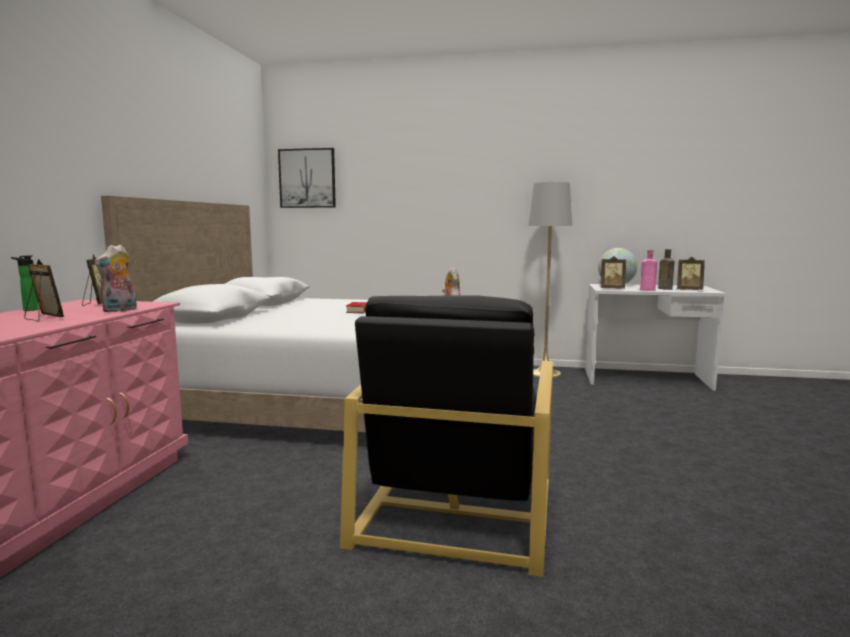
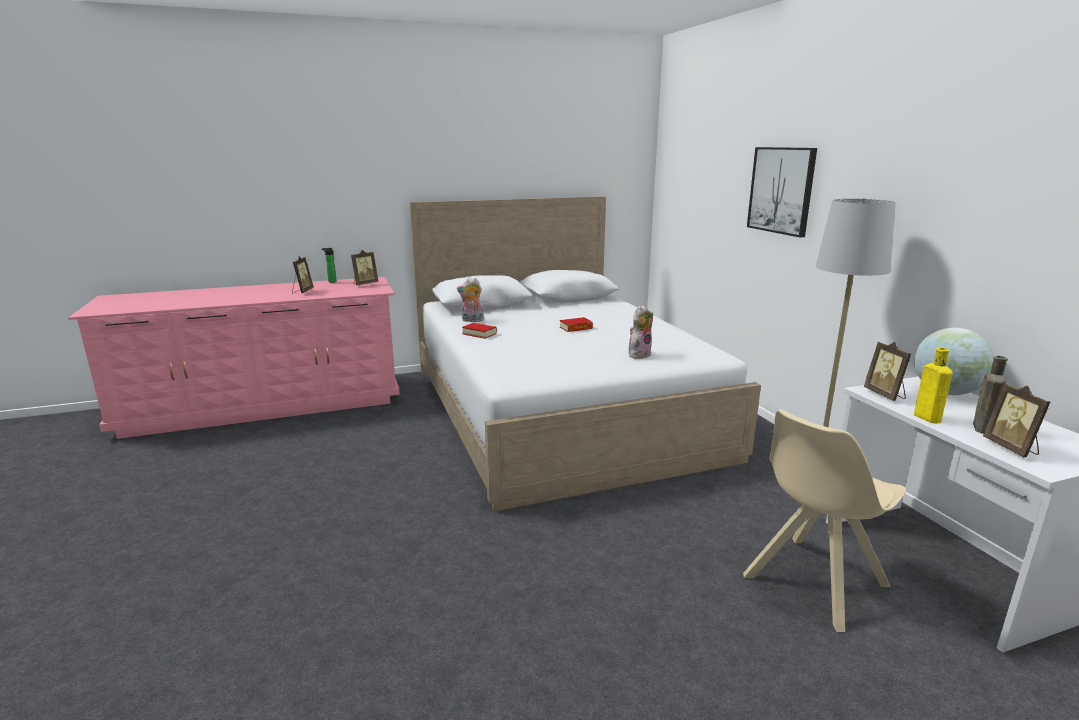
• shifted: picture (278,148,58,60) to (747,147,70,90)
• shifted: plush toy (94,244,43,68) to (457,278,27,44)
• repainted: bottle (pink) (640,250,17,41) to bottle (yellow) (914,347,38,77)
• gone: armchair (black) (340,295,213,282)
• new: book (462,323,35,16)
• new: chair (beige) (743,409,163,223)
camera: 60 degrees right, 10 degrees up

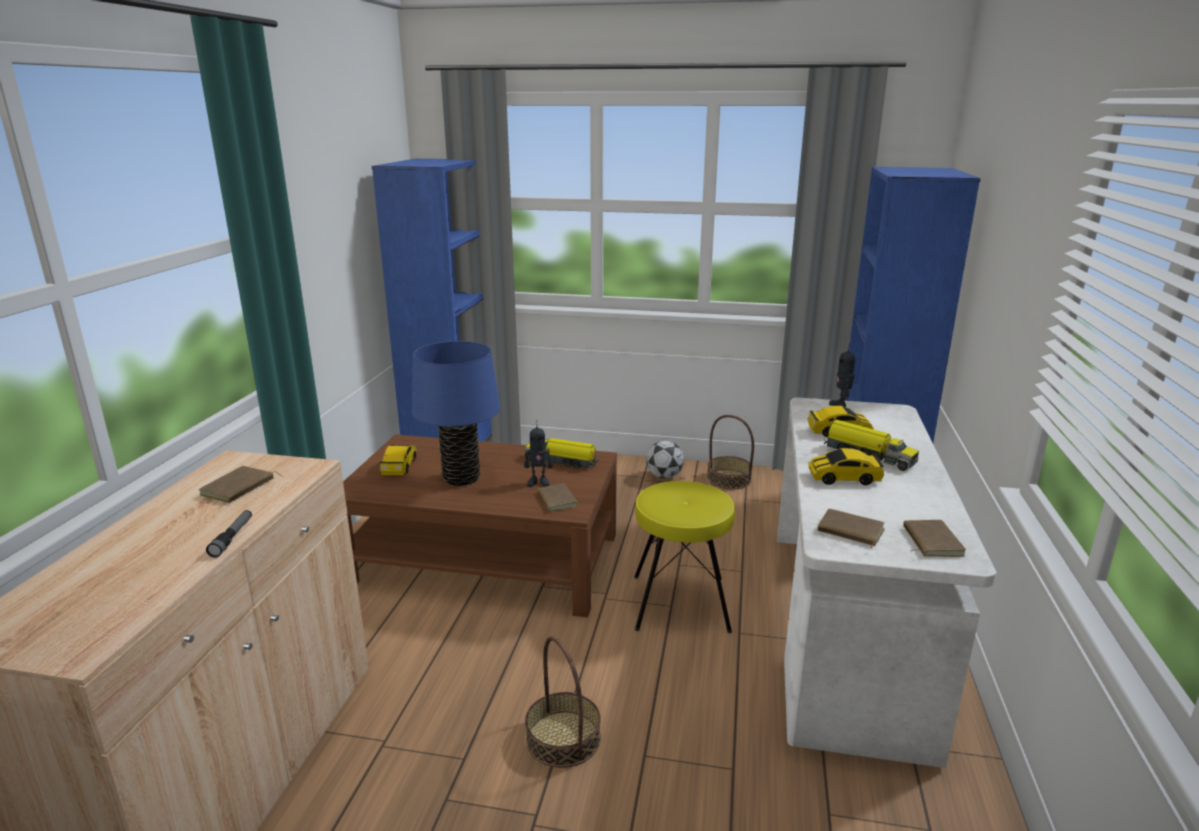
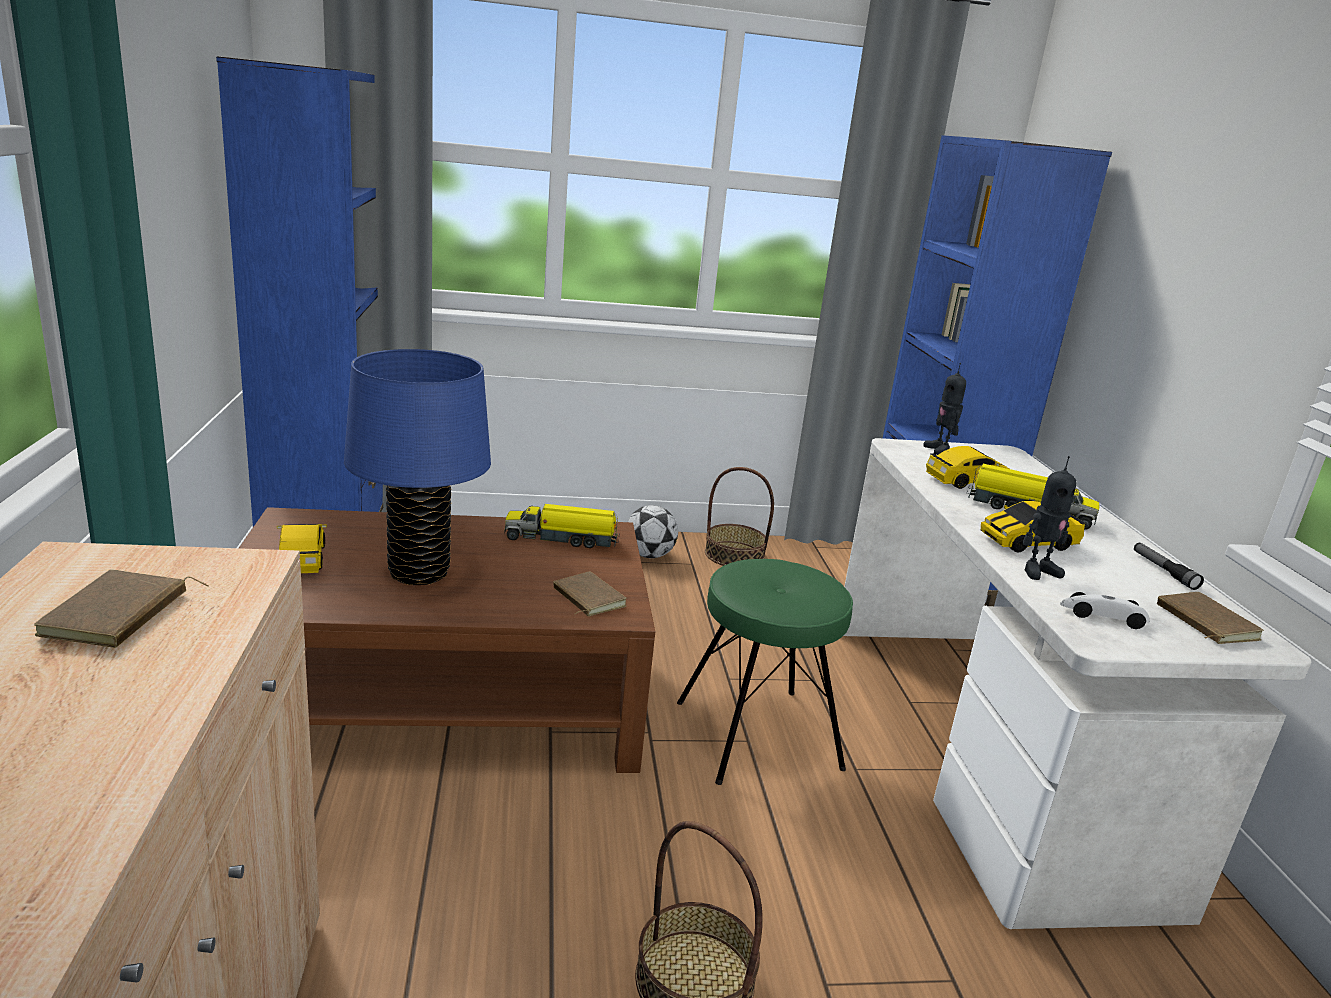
• shifted: toy robot (524,420,28,67) to (1022,456,54,124)
• repainted: stool (yellow) (634,481,101,152) to stool (green) (677,559,176,226)
• swapped: book (brown) (818,509,67,39) to toy car (1060,592,90,37)
• shifted: flashlight (206,510,46,48) to (1134,543,70,47)
camera: 20 degrees left, 0 degrees up

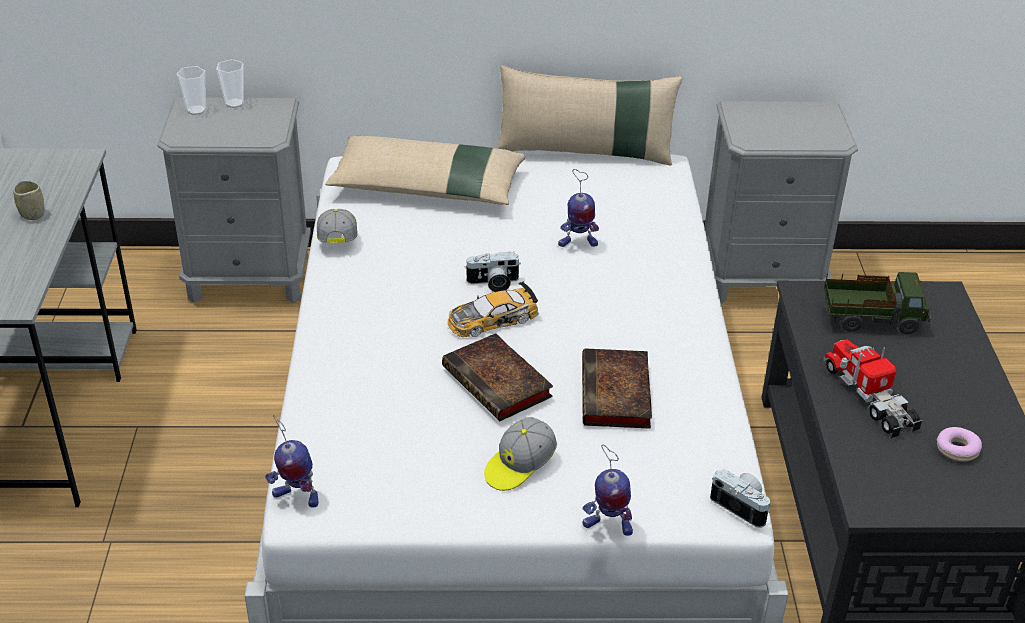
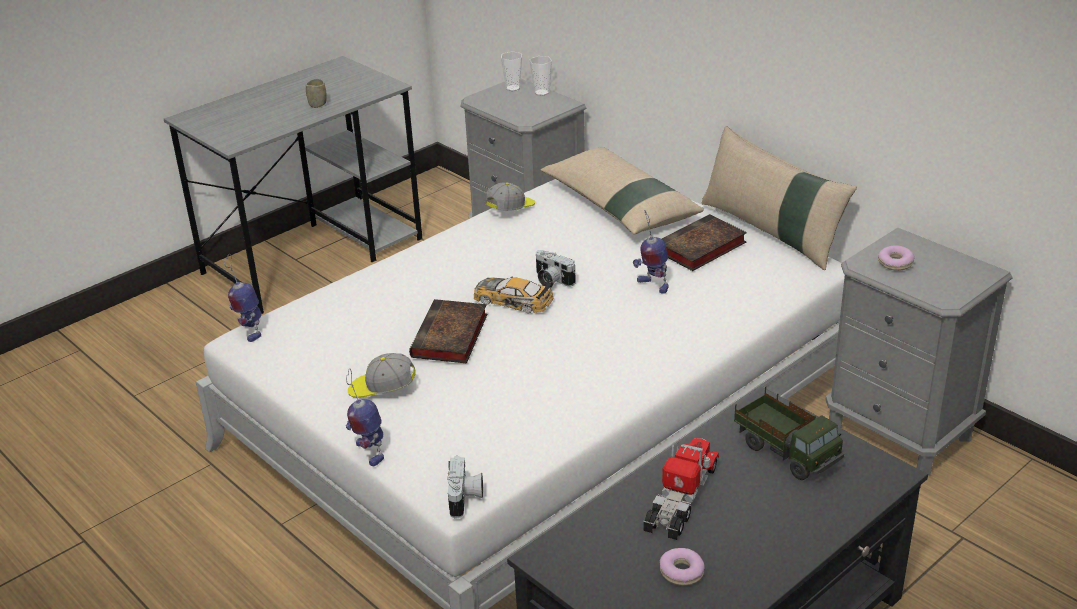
• shifted: book (582,348,70,81) to (662,214,85,57)
• new: donut (878,245,37,26)
camera: 50 degrees right, 5 degrees down

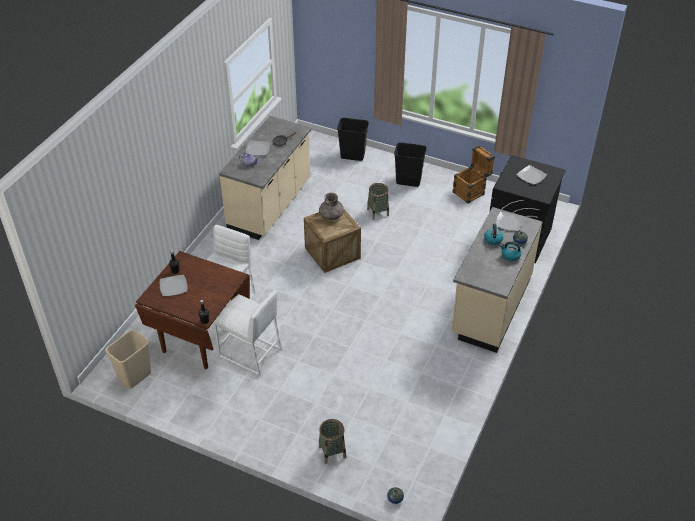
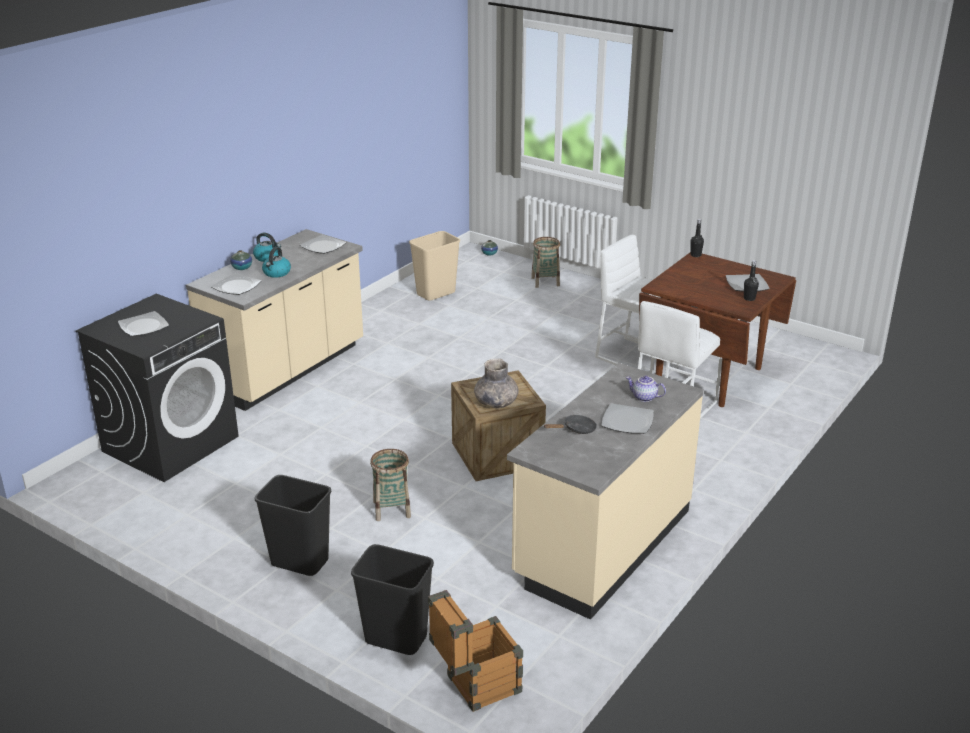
• shifted: crate (452,145,43,59) to (428,590,95,122)
• shifted: trash can (beige) (105,330,46,59) to (409,231,51,70)
• new: plate (300,235,46,19)
camera: 170 degrees left, 15 degrees down

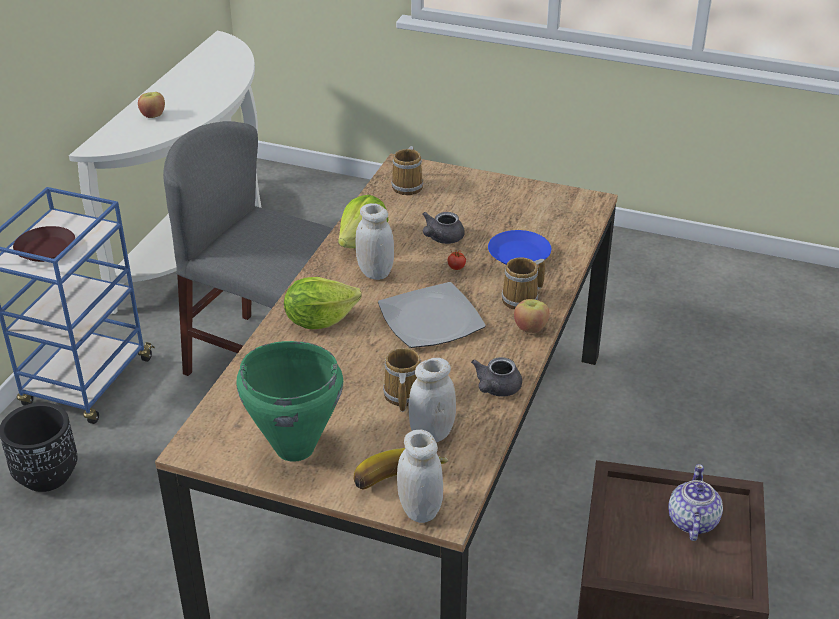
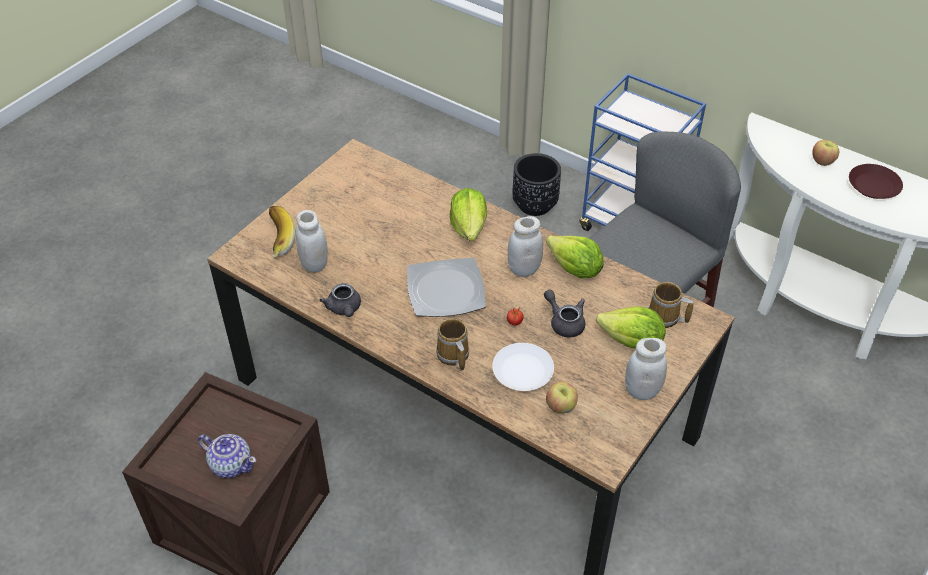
• shifted: plate (brown) (13,226,62,36) to (849,164,54,35)
• repainted: plate (blue) (488,230,63,34) to plate (white) (492,343,62,48)
• shifted: apple (514,299,36,34) to (546,381,32,33)
• gone: cooking pot (green) (236,341,107,121)
• gone: mug (383,348,38,64)
• rotated: teapot (grey) (471,357,51,40) = (320,283,41,34) 150 degrees counterclockwise
• shifted: jar (white) (397,430,46,93) to (625,338,42,62)
• new: lettuce (596,307,70,42)
camera: 105 degrees right, 10 degrees up

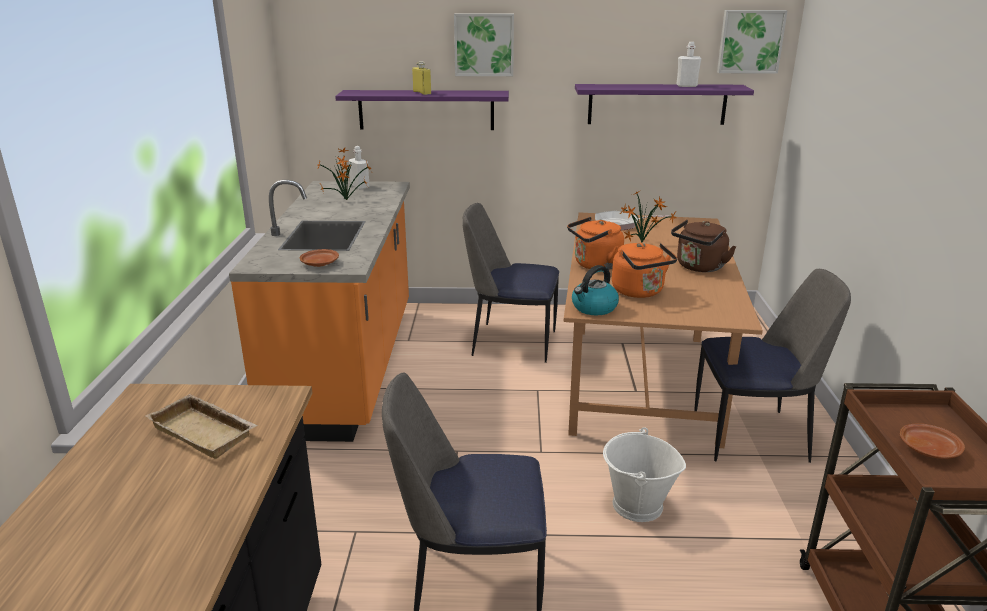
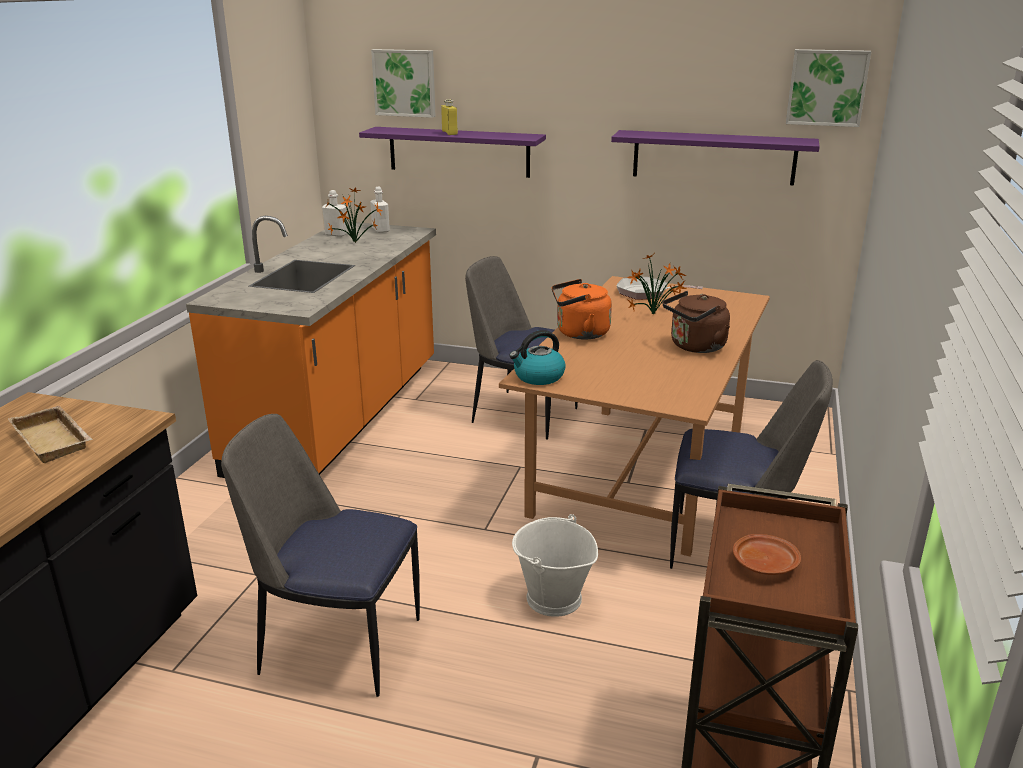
• shifted: picture (454,13,60,63) to (371,49,65,69)
• shifted: bottle (white) (677,42,24,45) to (322,190,25,47)
• gone: kettle (orange) (612,243,65,55)
• gone: plate (brown) (300,249,39,18)
camera: 15 degrees right, 0 degrees up

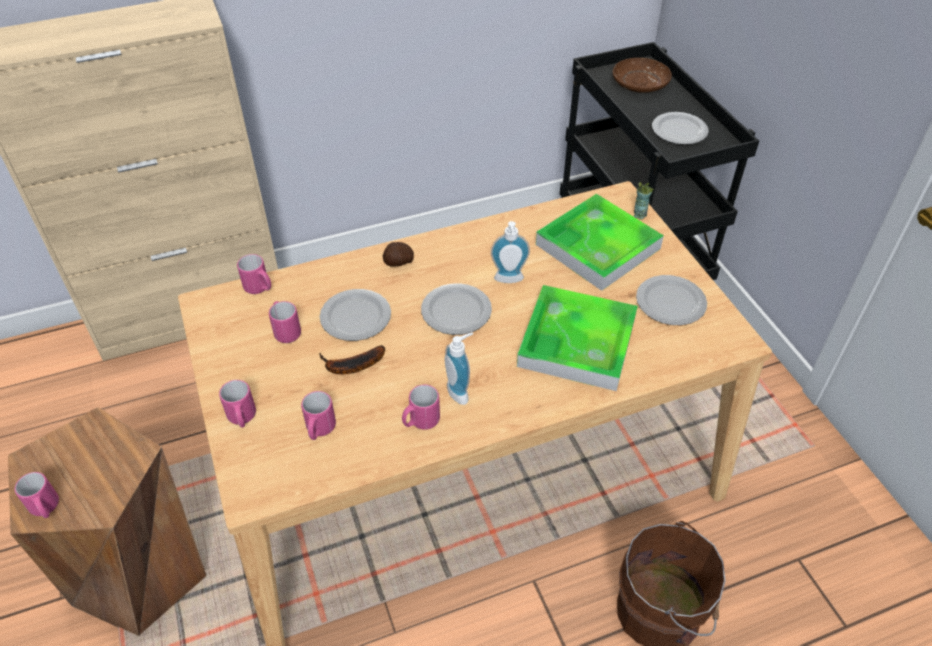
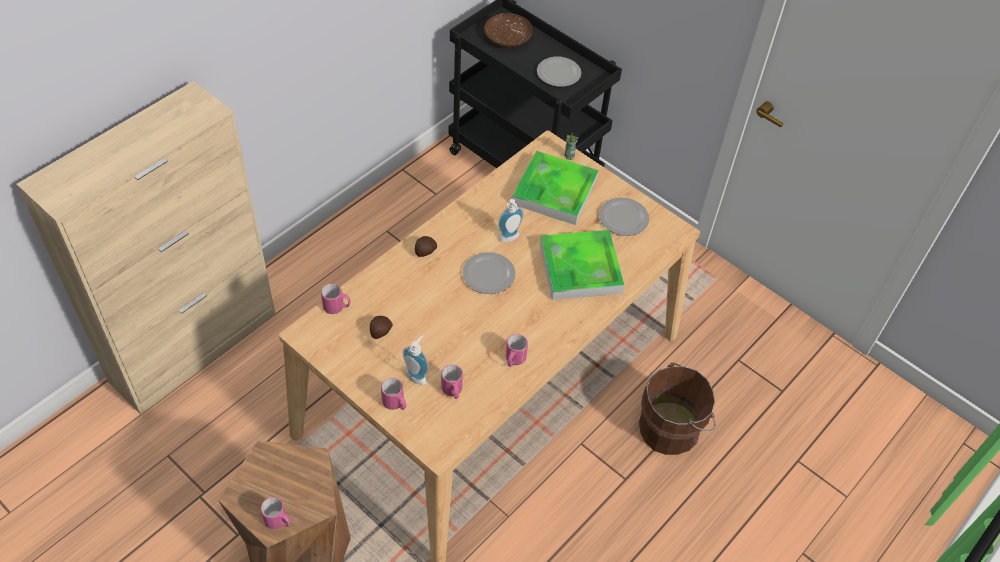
• gone: plate (320,289,71,52)
• swapped: mug (pink) (269,301,32,42) to potato (370,316,23,23)
• shifted: soap dispenser (445,332,28,73) to (403,335,26,50)
• gone: banana (319,345,66,29)
camera: 30 degrees left, 5 degrees up

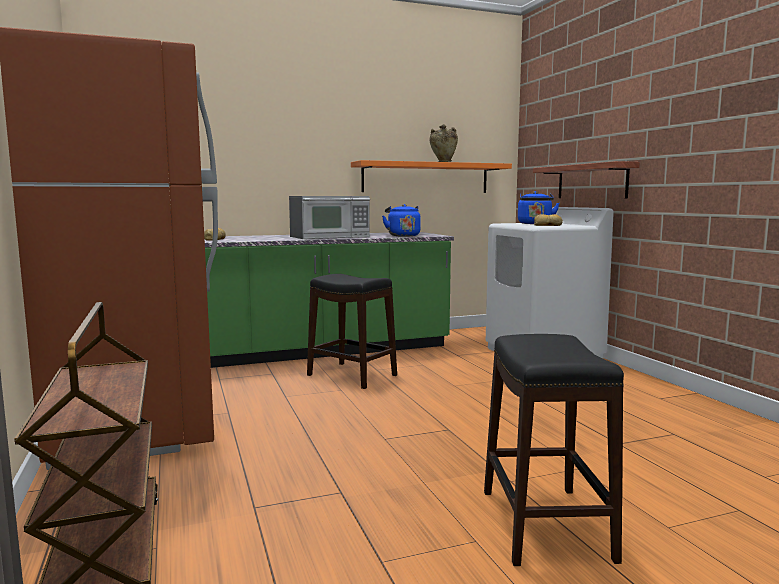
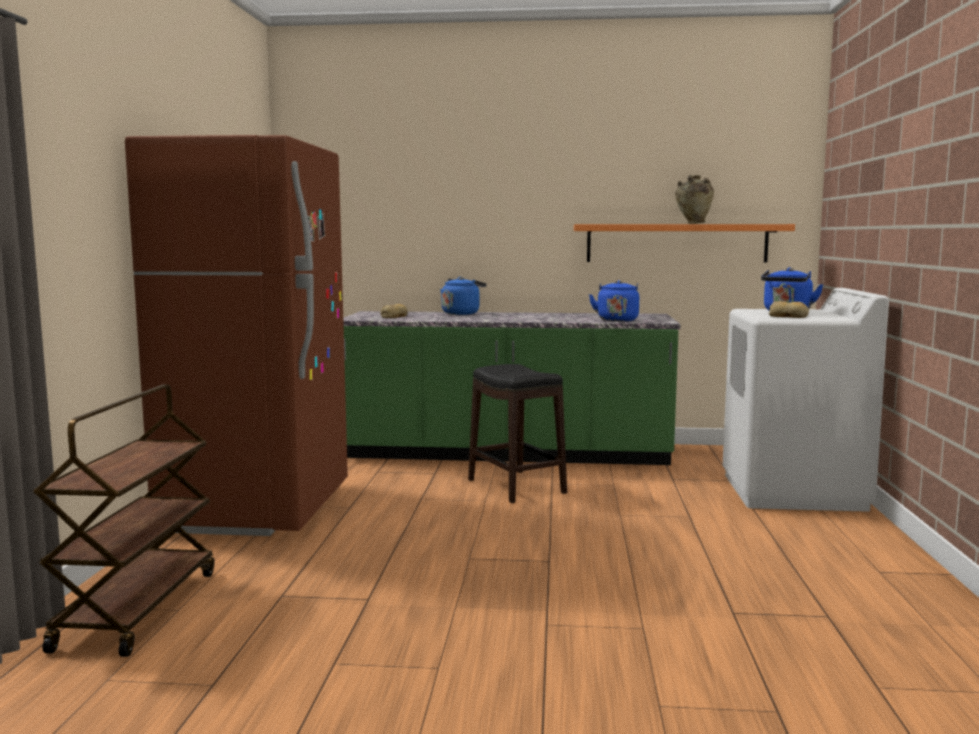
• gone: shelf (533,161,107,37)
• gone: microwave (289,196,81,43)
• gone: stool (black) (484,334,140,232)
• new: kettle (blue) (440,277,47,38)
camera: 25 degrees right, 0 degrees up

